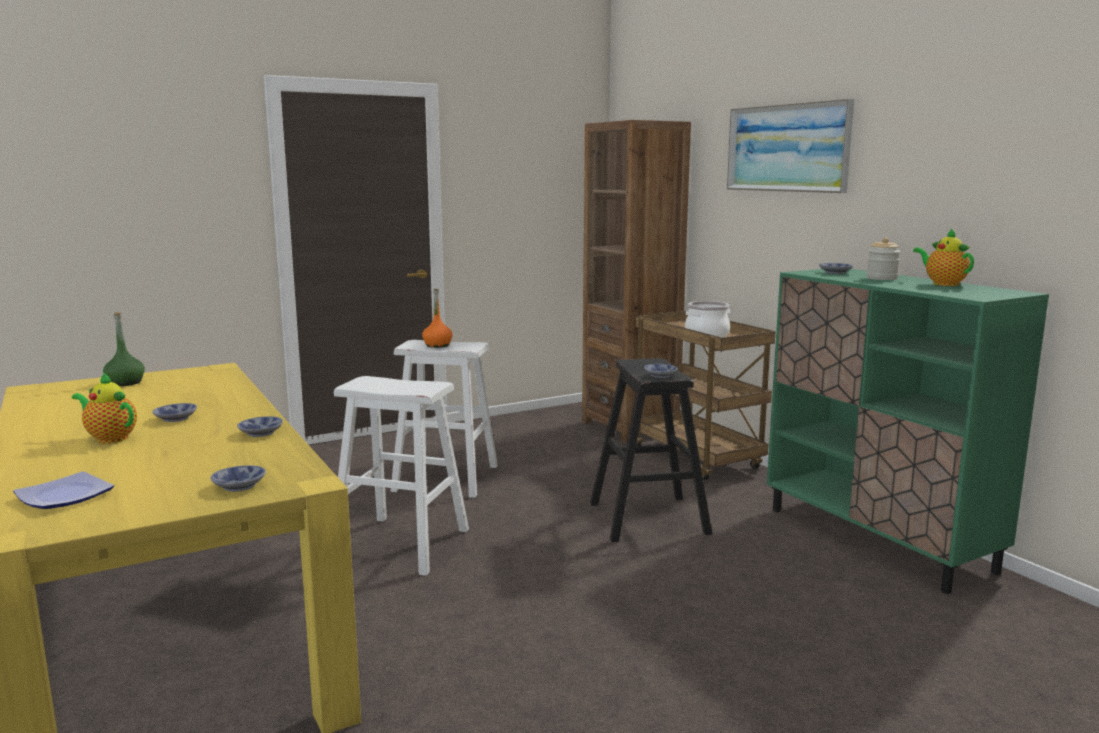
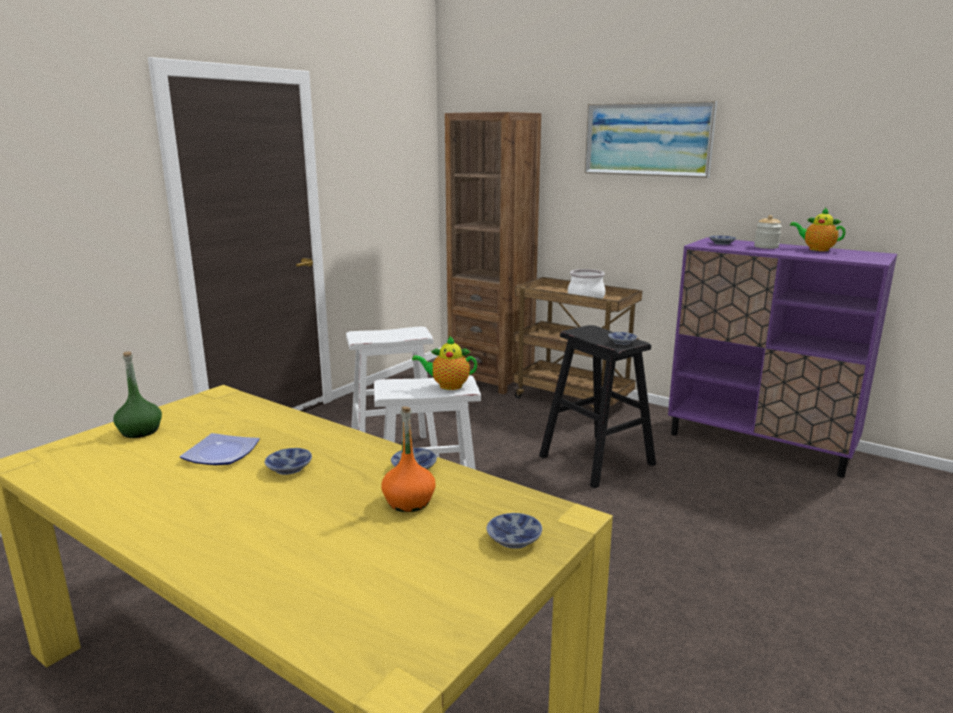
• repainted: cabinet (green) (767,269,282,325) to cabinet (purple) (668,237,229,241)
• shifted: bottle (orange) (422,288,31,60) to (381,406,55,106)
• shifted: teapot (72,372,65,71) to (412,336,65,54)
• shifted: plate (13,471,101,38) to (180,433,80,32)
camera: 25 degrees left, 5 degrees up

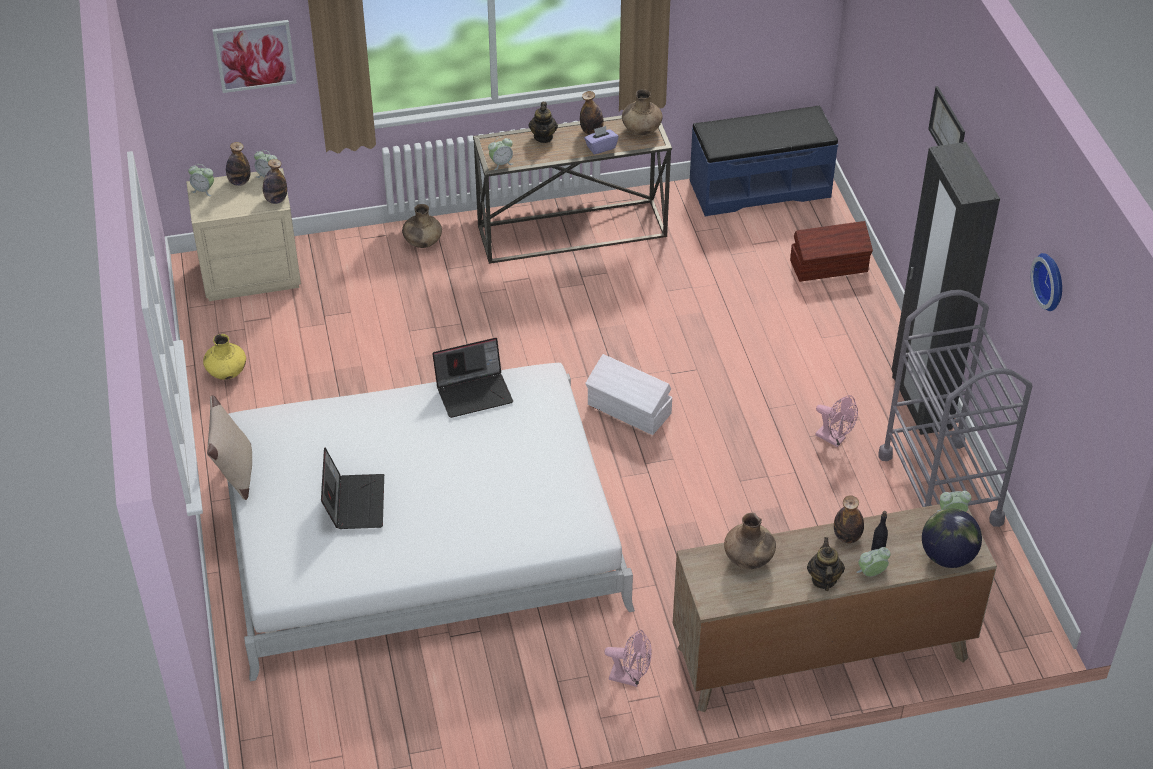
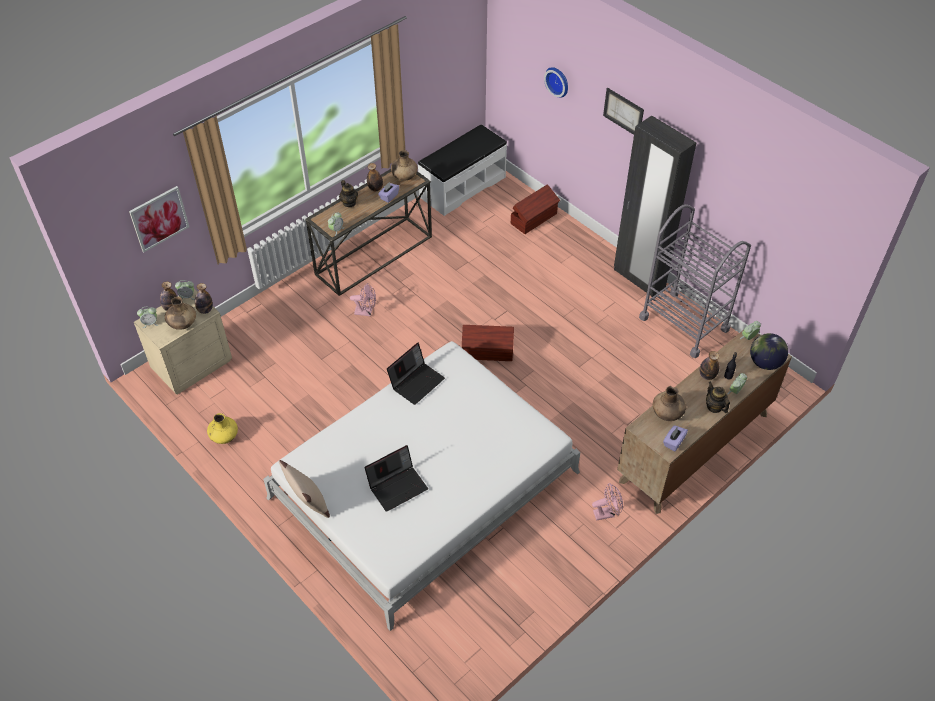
• repainted: bench (blue) (690,106,148,110) to bench (white) (418,124,89,92)
• shifted: vase (brown) (402,204,40,44) to (165,297,31,33)
• shifted: wall clock (1031,253,31,58) to (544,67,24,31)
• repainted: storage box (white) (585,354,88,81) to storage box (brown) (462,325,52,36)
• shifted: fan (pink) (815,395,43,52) to (350,283,26,33)
• rotated: laptop (321,447,63,82) = (365,445,63,67) 90 degrees clockwise
• new: tissue box (purple) (663,425,25,26)
camera: 30 degrees left, 5 degrees up

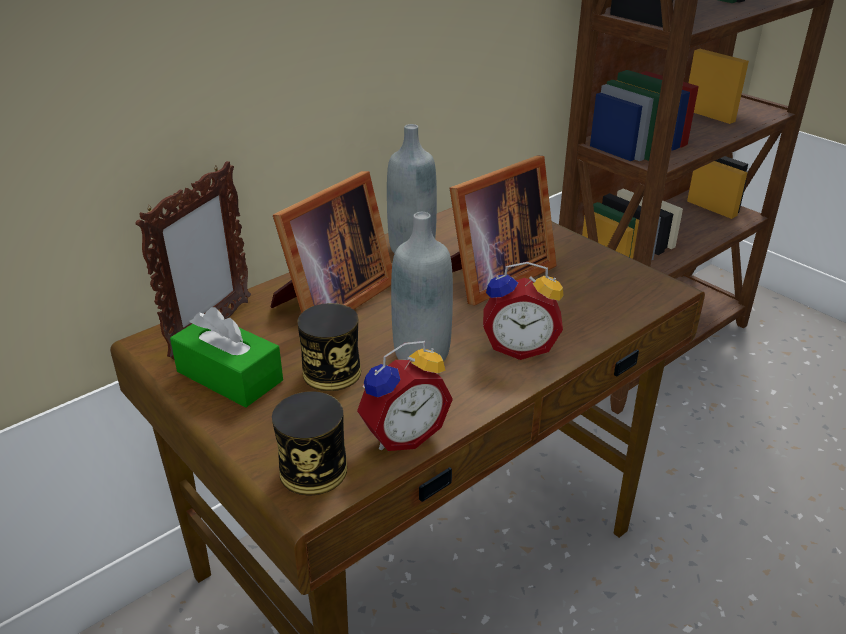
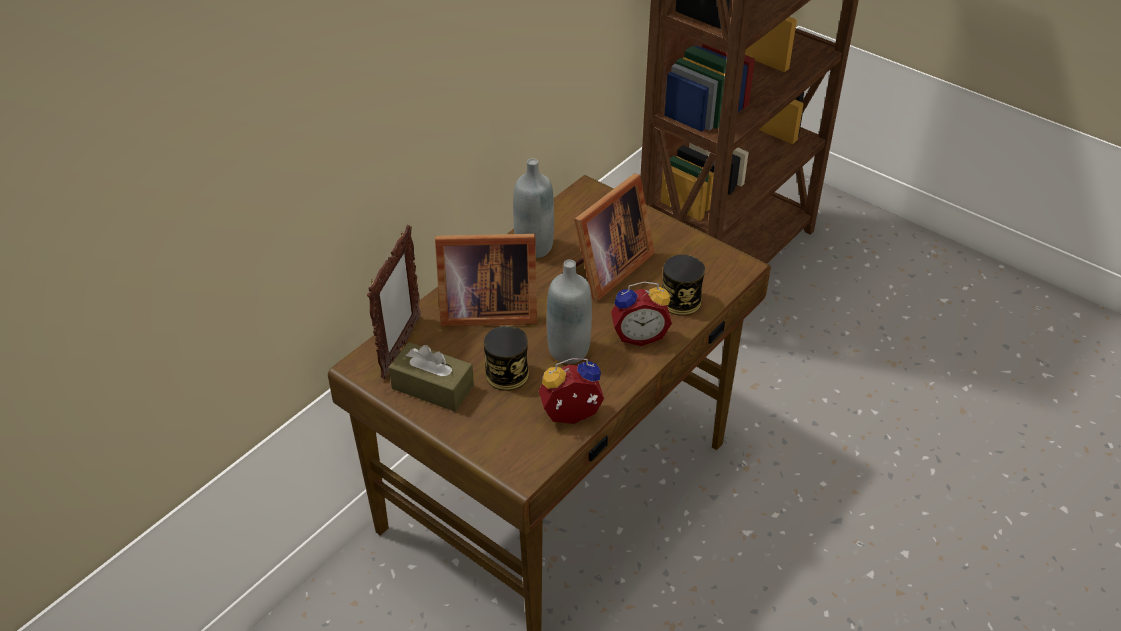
• rotated: picture frame (270,171,122,142) = (435,234,102,92) 60 degrees clockwise
• repainted: tissue box (green) (170,307,113,100) to tissue box (brown) (389,342,85,70)
• rotated: alarm clock (357,341,96,110) = (539,358,65,66) 150 degrees counterclockwise
• shifted: can (272,391,75,104) to (662,255,43,61)
camera: 10 degrees left, 10 degrees up

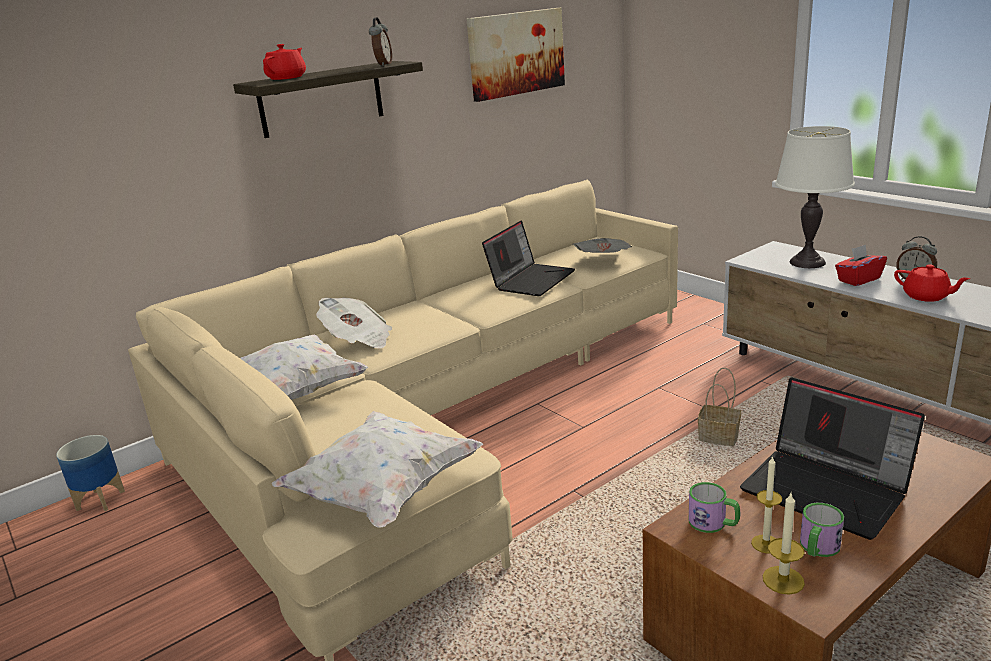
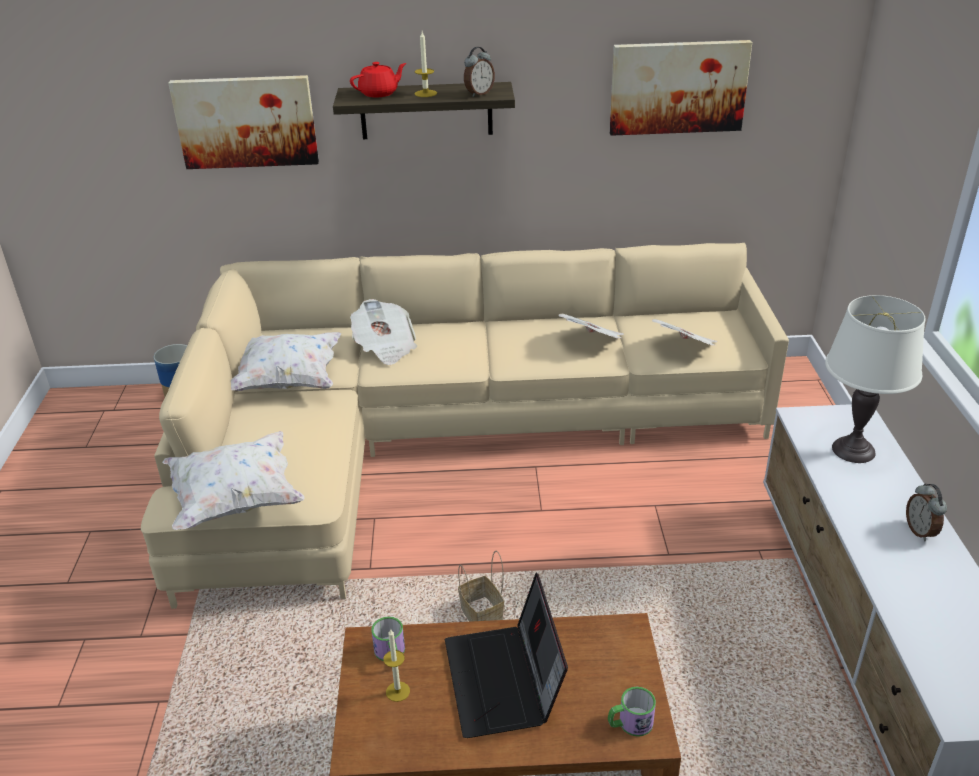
• swapped: laptop (482,220,93,76) to newspaper (558,314,66,25)
• gone: tissue box (red) (835,245,52,41)
• gone: teapot (red) (894,264,76,38)
• shifted: basket (698,368,43,78) to (458,550,46,72)
• shifted: candle (763,493,42,102) to (415,32,22,65)
• shifted: mug (800,503,44,54) to (608,687,48,50)
• new: picture (168,75,151,94)
camera: 35 degrees right, 10 degrees up

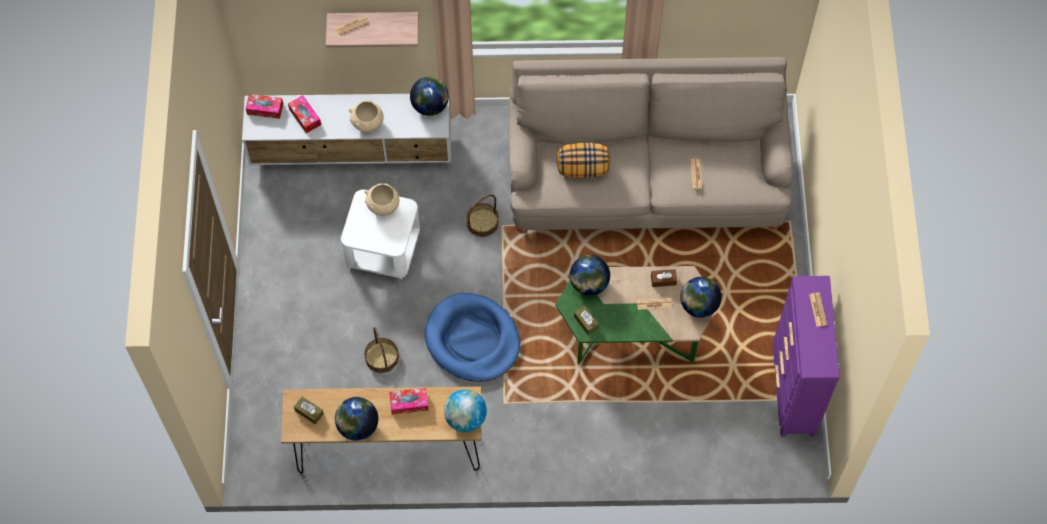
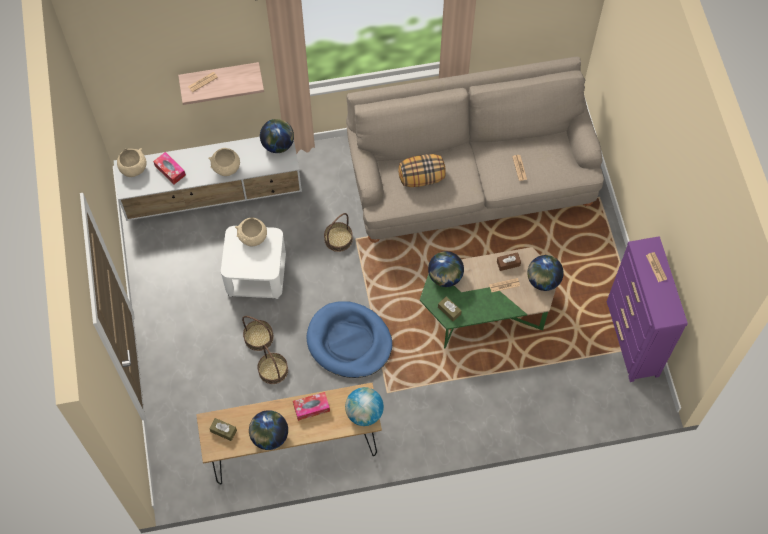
• swapped: tissue box (246,94,37,25) to bowl (beige) (117,148,30,29)
• new: basket (242,316,32,35)
camera: 10 degrees left, 0 degrees up

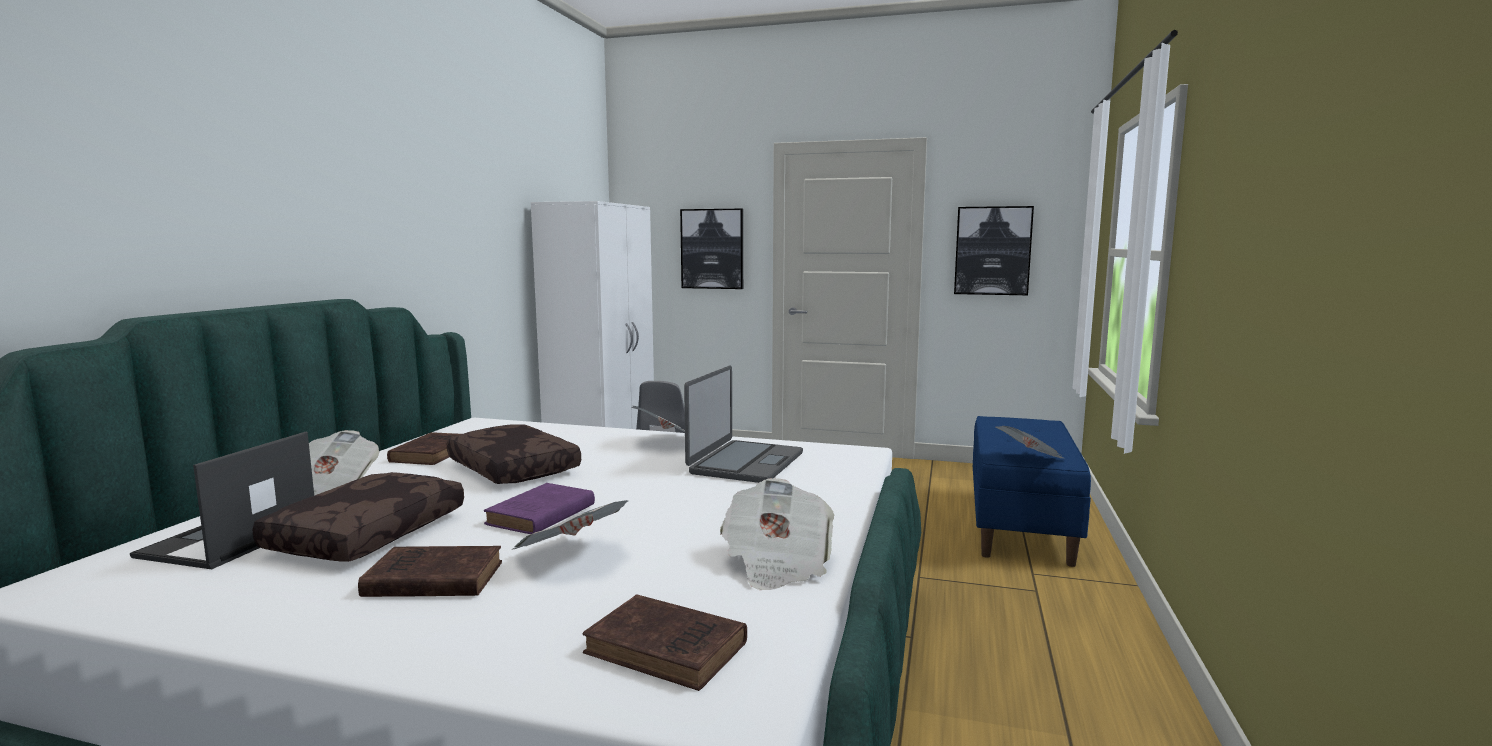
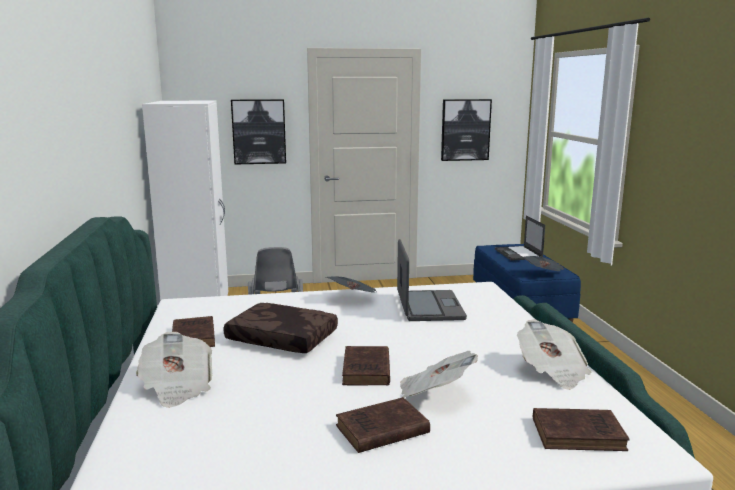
• shifted: laptop (130,432,184,137) to (495,216,50,45)
• gone: pillow (brown) (252,472,212,90)
• repainted: book (purple) (484,483,111,51) to book (brown) (342,346,48,39)
camera: 25 degrees left, 5 degrees up

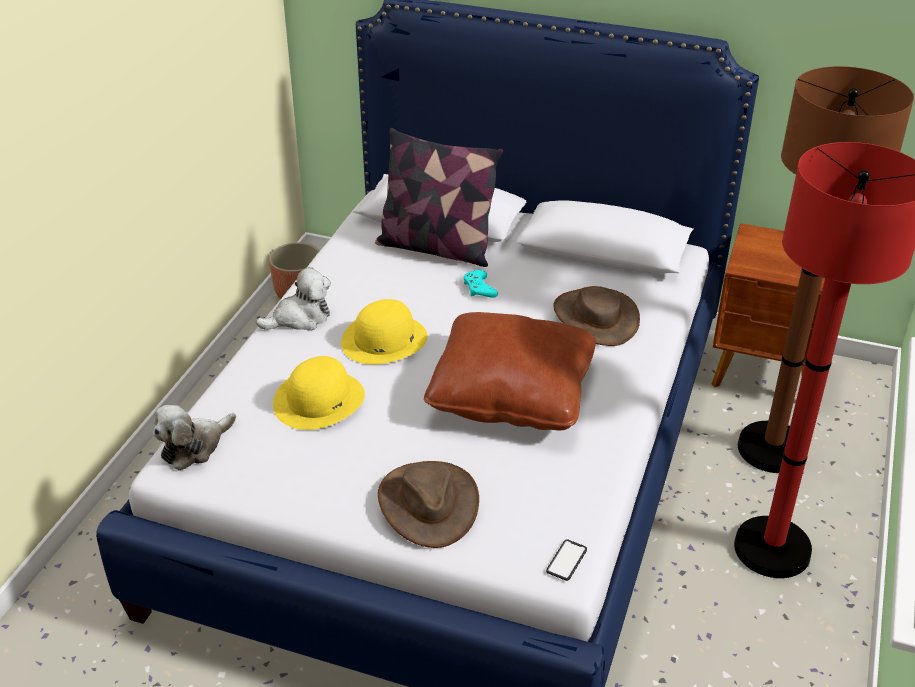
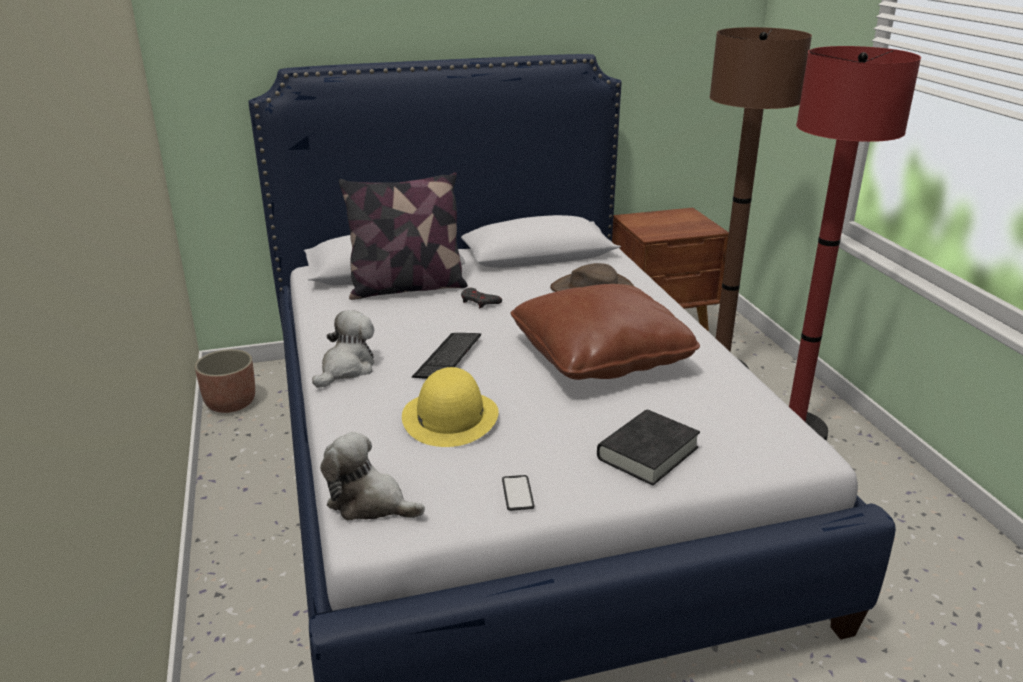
• repainted: game controller (turquoise) (463,270,35,28) to game controller (grey) (461,288,41,20)
• swapped: hat (yellow) (341,299,87,65) to keyboard (412,333,69,46)
• rotated: plush toy (153,405,83,66) = (320,432,105,88) 105 degrees clockwise
• swapped: hat (brown) (378,461,101,87) to book (black) (597,410,103,76)
• shifted: phone (546,539,41,42) to (502,475,32,36)
camera: 35 degrees left, 10 degrees down

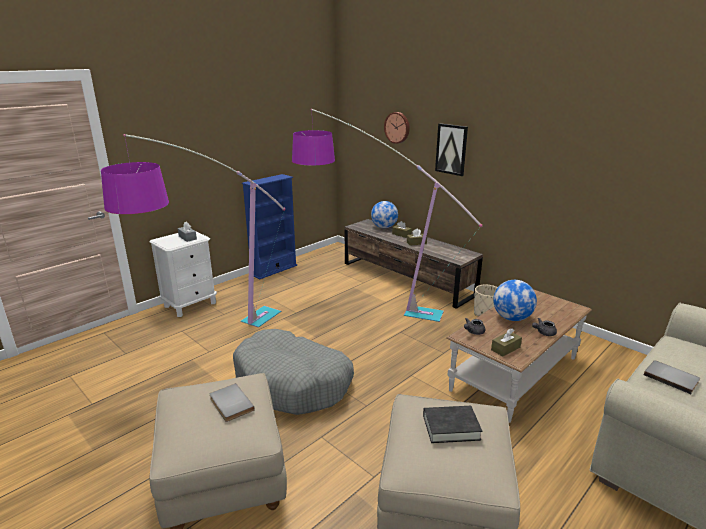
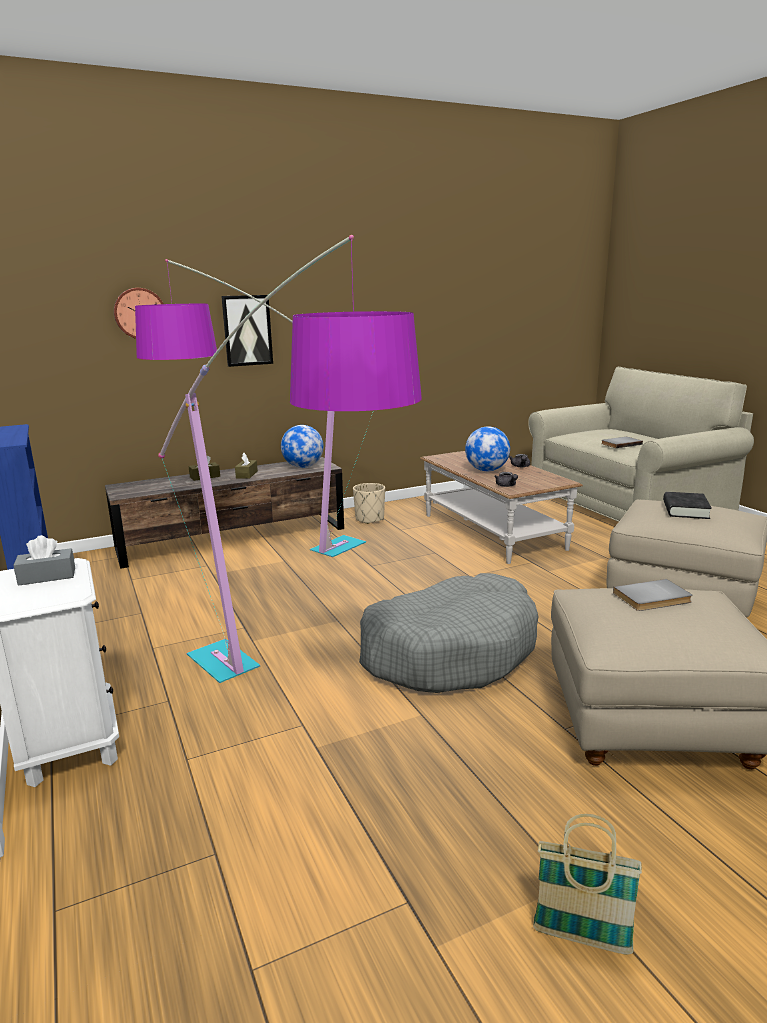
• shifted: globe (371,201,27,27) to (281,425,43,43)
• gone: tissue box (brown) (491,329,31,27)
• new: basket (533,814,109,140)
camera: 70 degrees left, 5 degrees down

